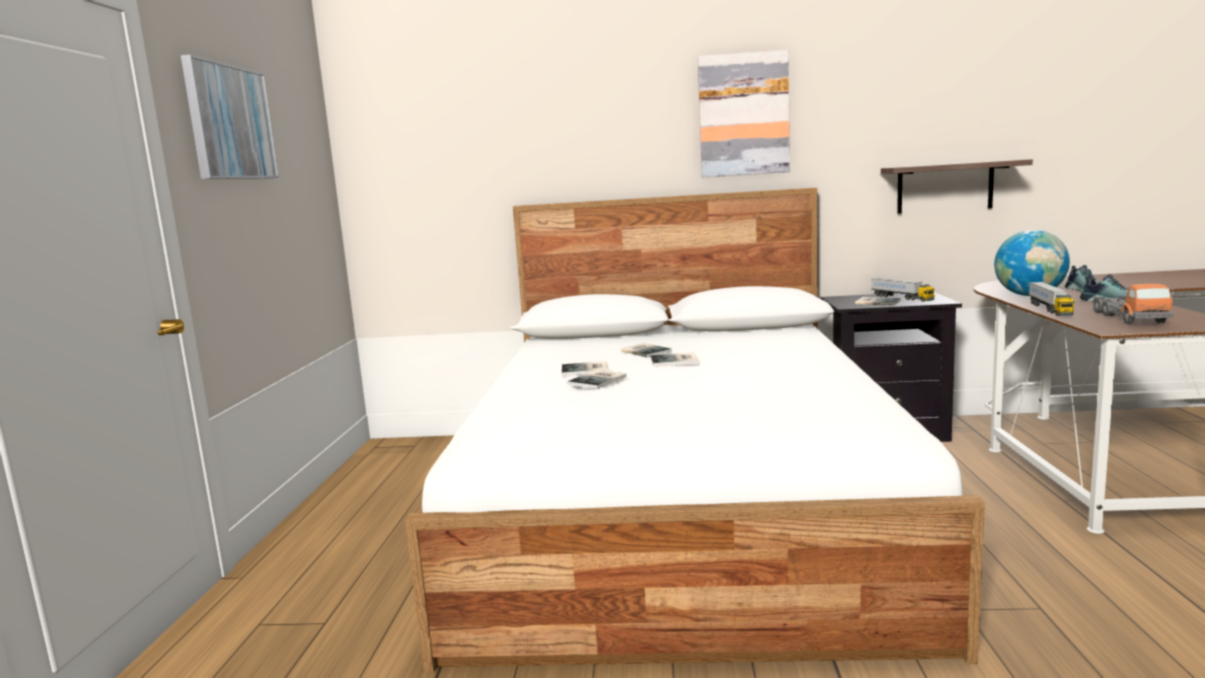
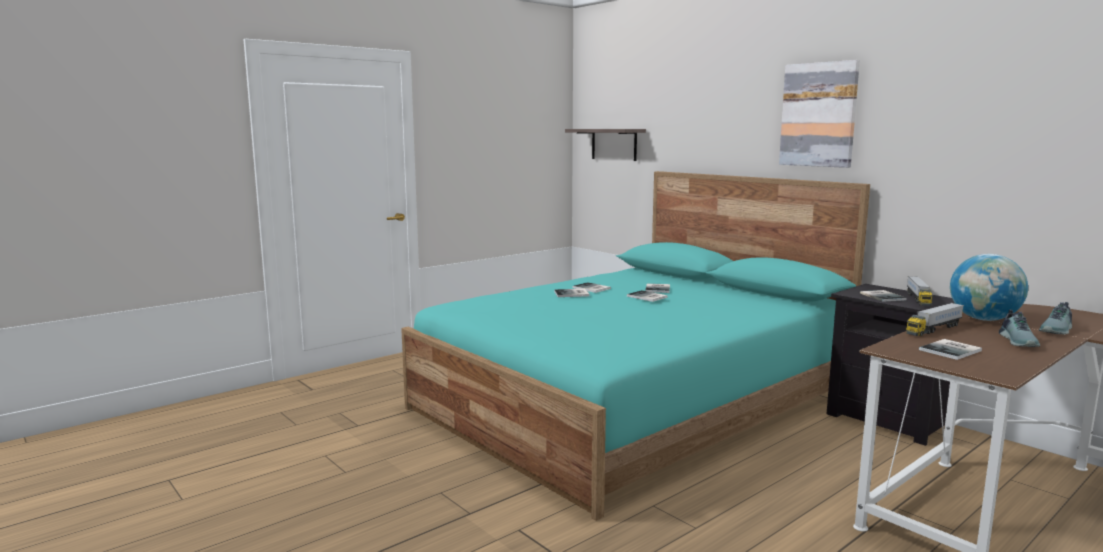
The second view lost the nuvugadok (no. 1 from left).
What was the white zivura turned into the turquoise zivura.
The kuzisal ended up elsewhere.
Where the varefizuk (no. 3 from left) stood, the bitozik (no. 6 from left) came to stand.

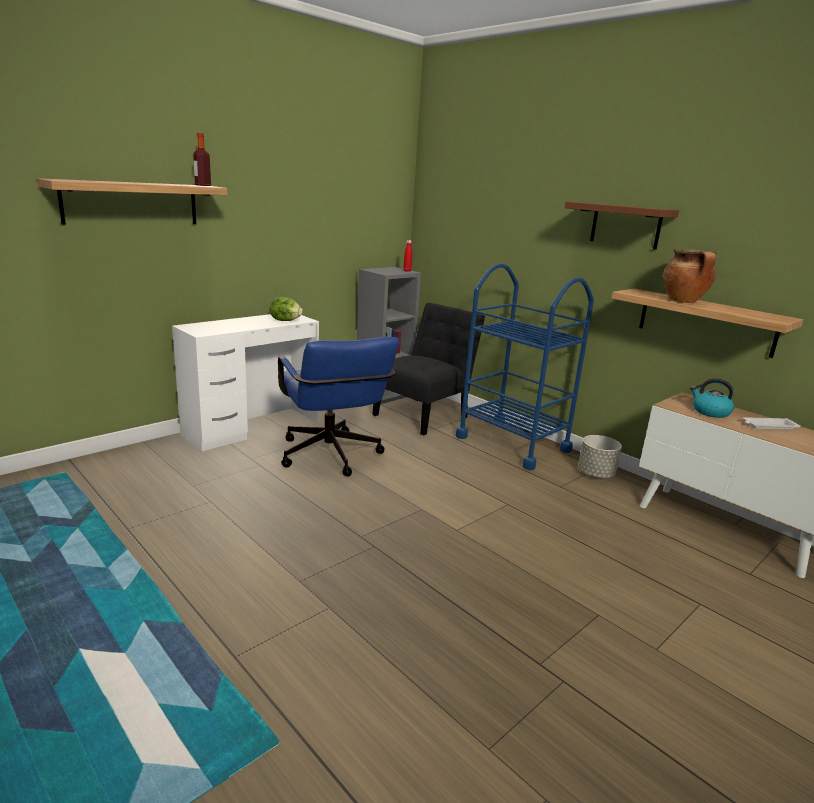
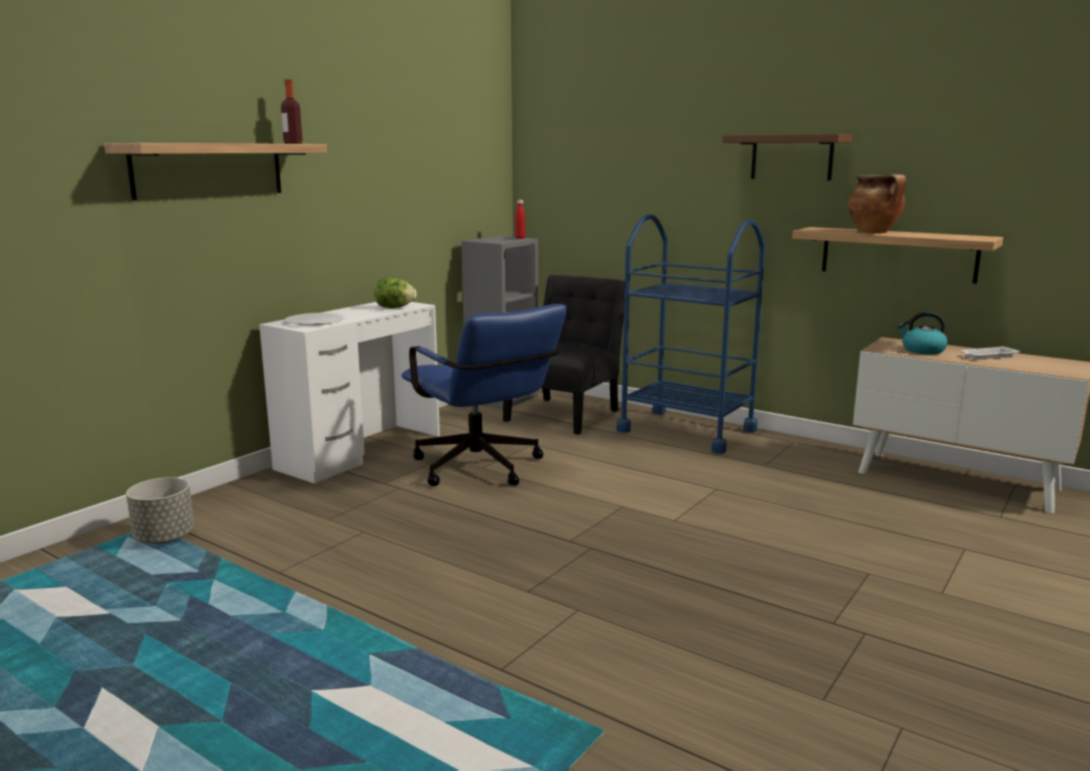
The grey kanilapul ended up elsewhere.
The second view gained the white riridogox.

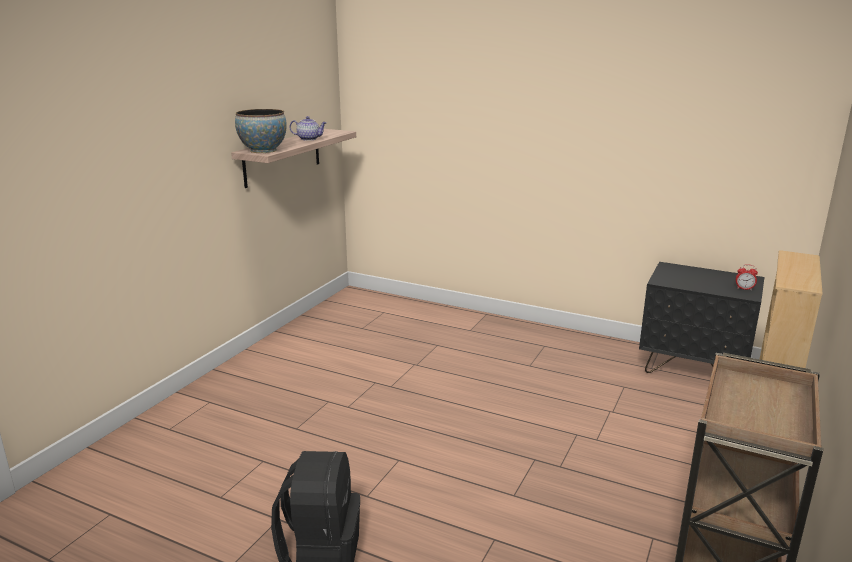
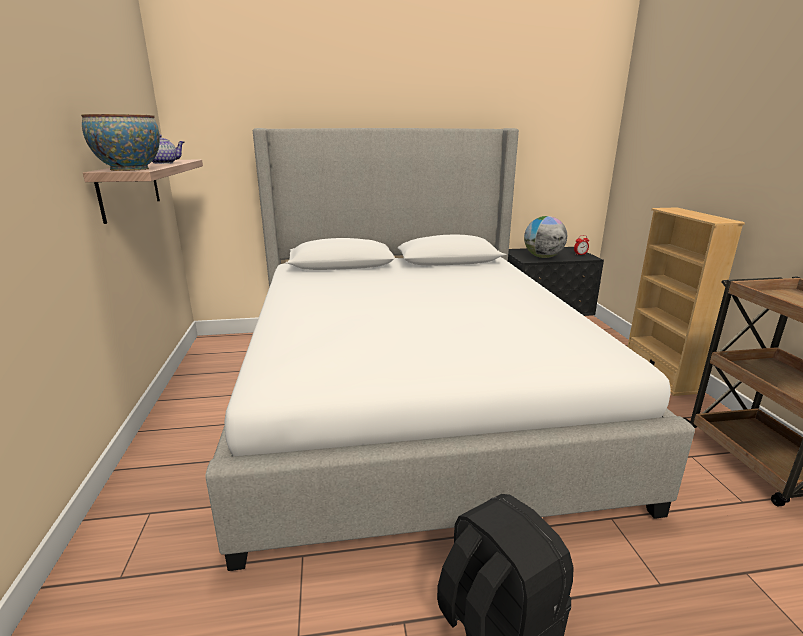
The second view gained the zivura.
The second view gained the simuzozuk.

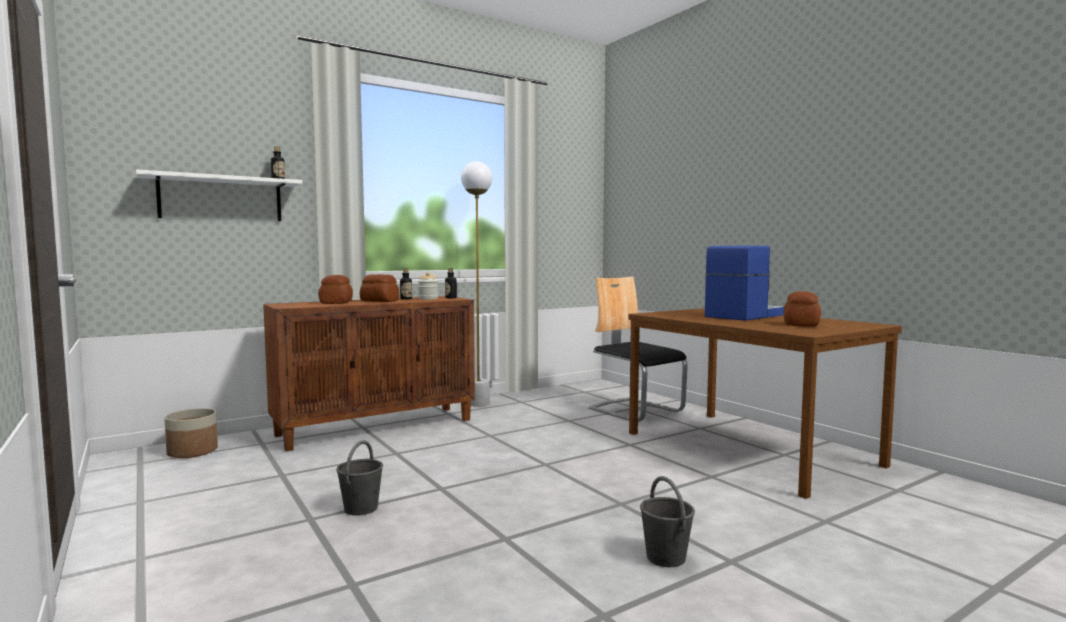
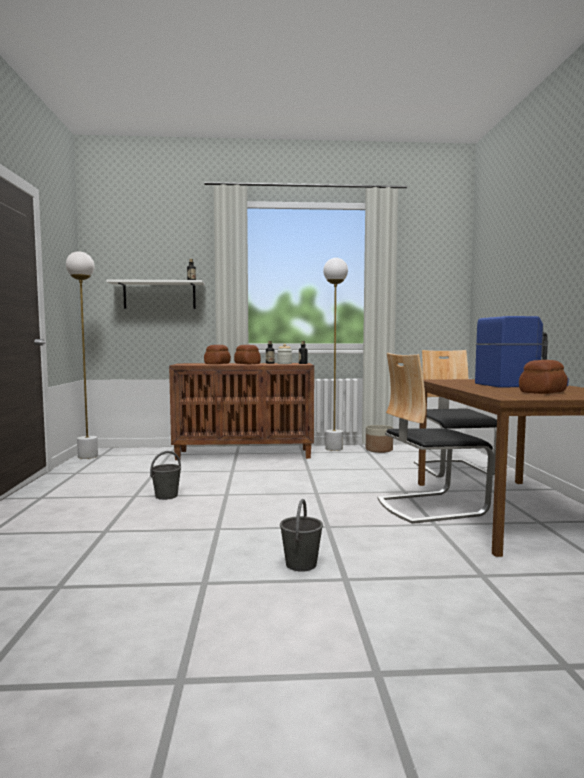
The kanilapul ended up elsewhere.
The second view gained the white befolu (no. 1 from left).
The second view gained the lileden (no. 1 from left).

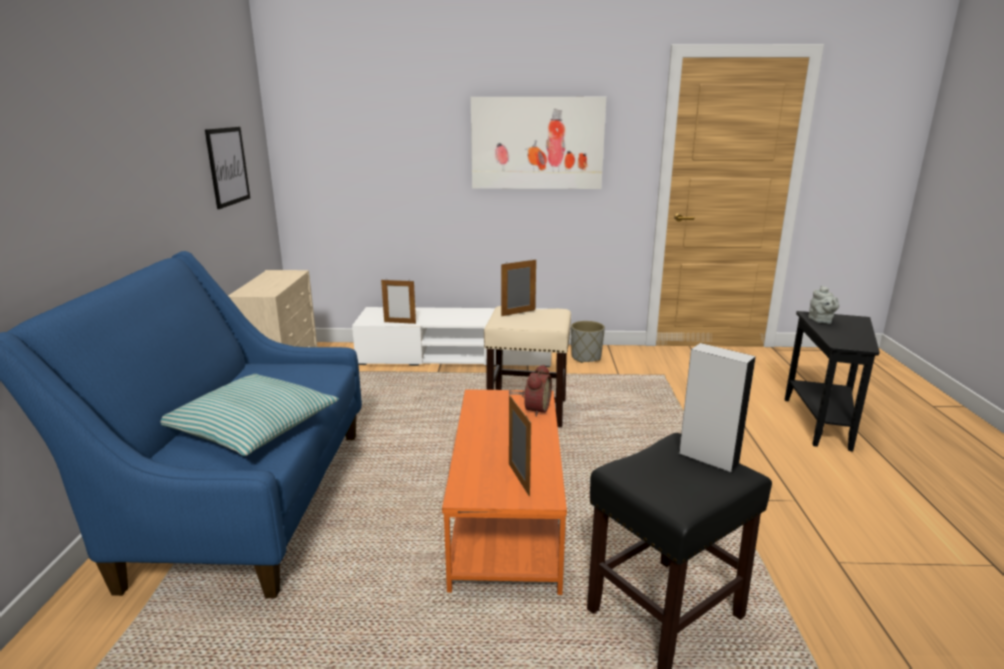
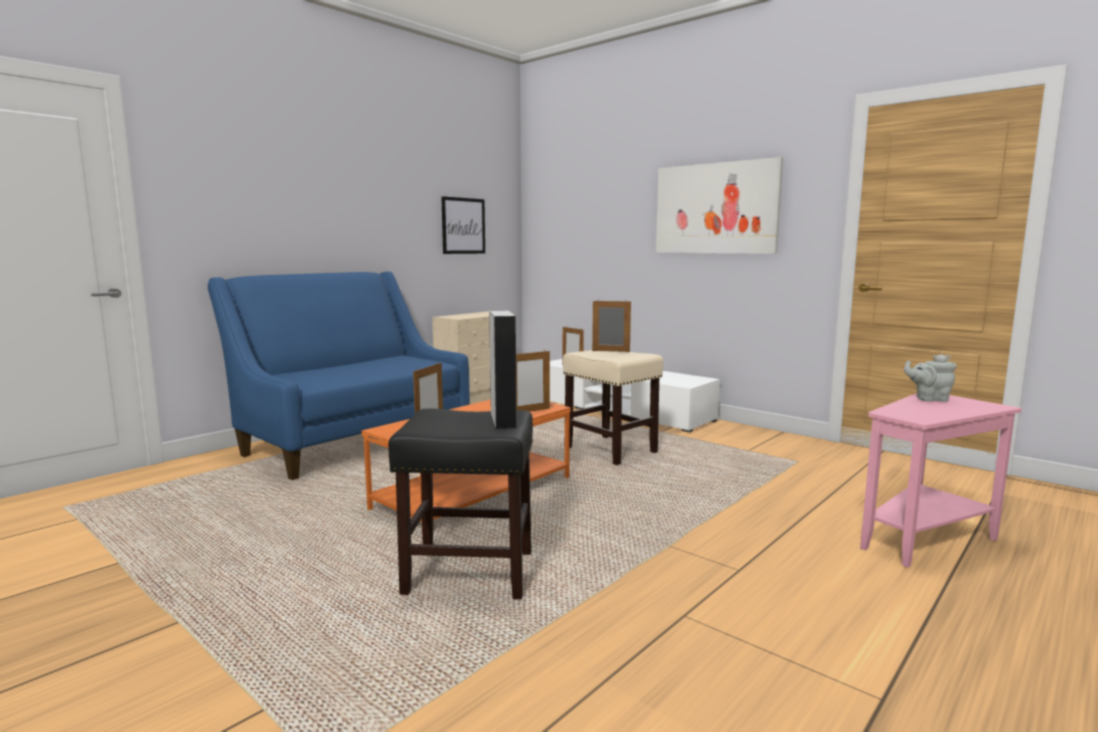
The second view lost the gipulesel.
Where the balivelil stood, the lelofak (no. 2 from left) came to stand.
The second view lost the grey kanilapul.
What was the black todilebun turned into the pink todilebun.
The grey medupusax ended up facing another way, 60 degrees clockwise from before.

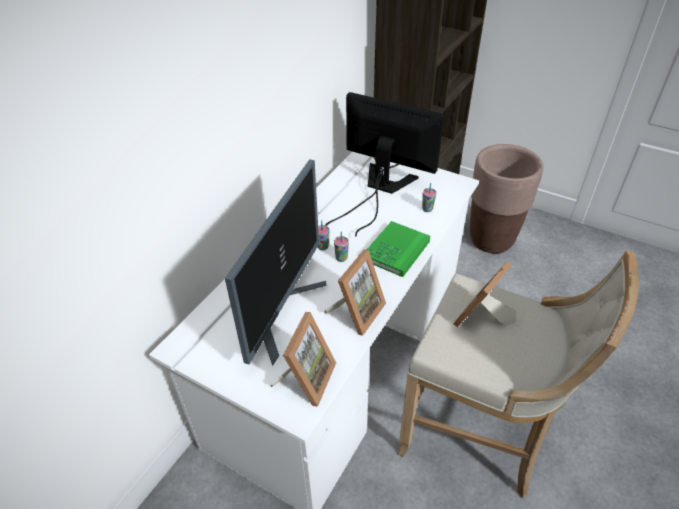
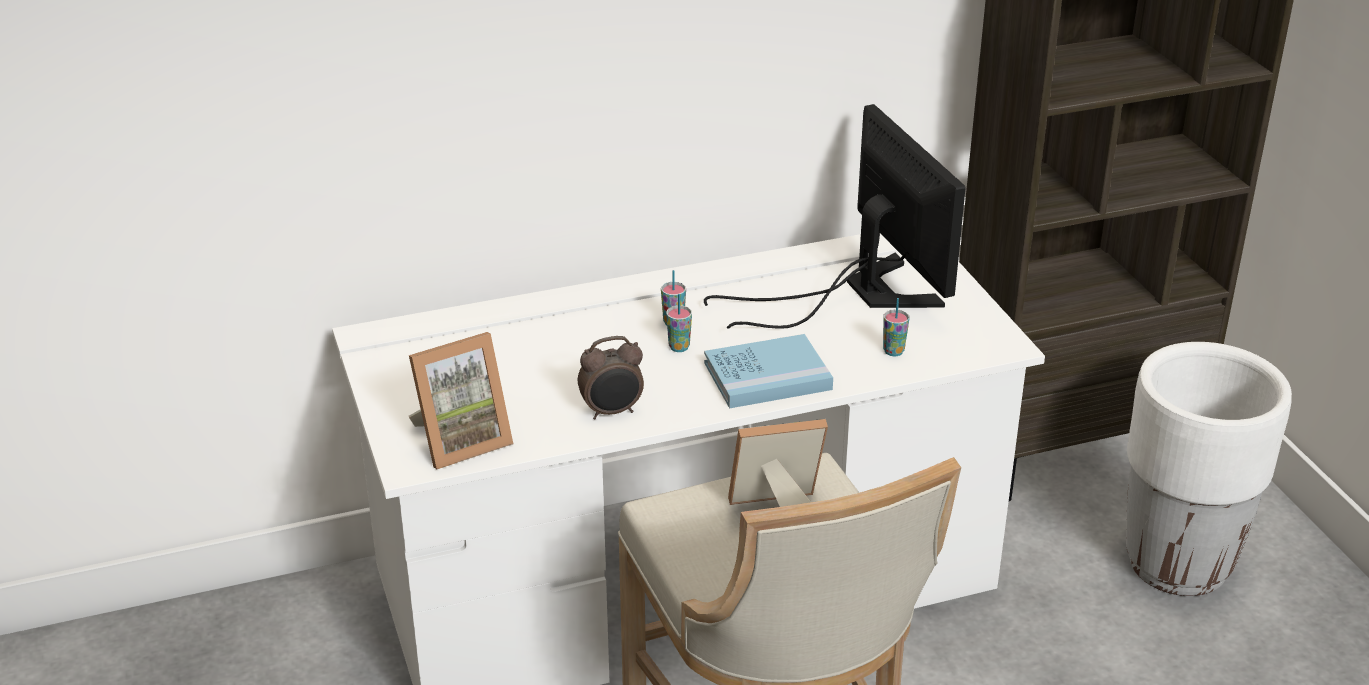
The second view lost the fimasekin (no. 1 from left).
Where the lelofak (no. 2 from left) stood, the balivelil came to stand.
What was the green bitozik turned into the blue bitozik.
What was the brown kanilapul turned into the white kanilapul.

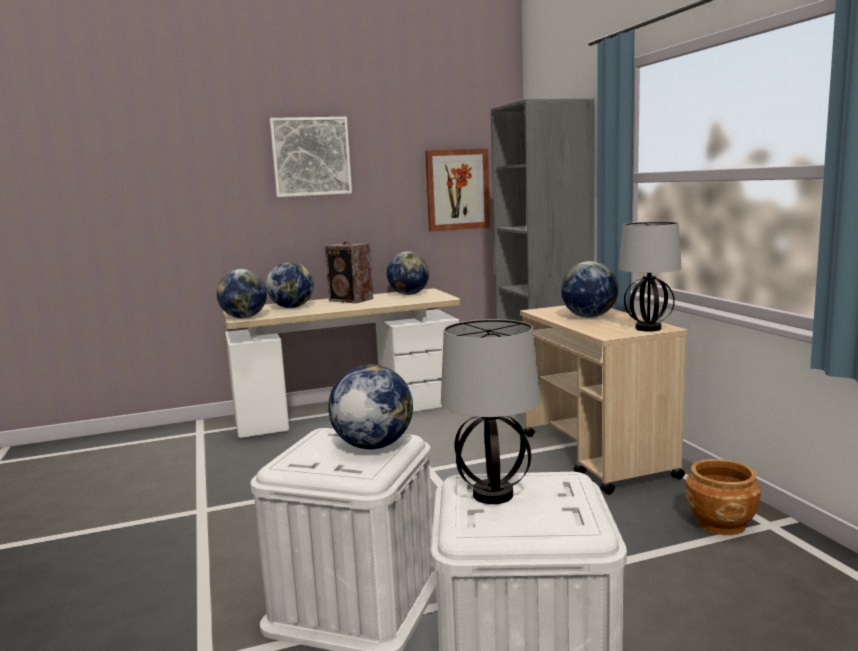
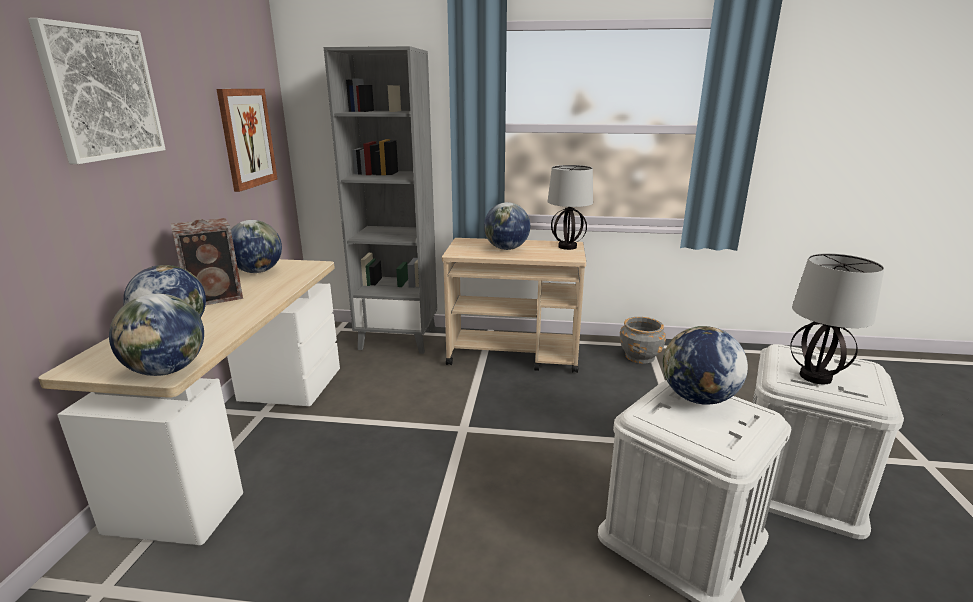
What was the brown kanilapul turned into the grey kanilapul.

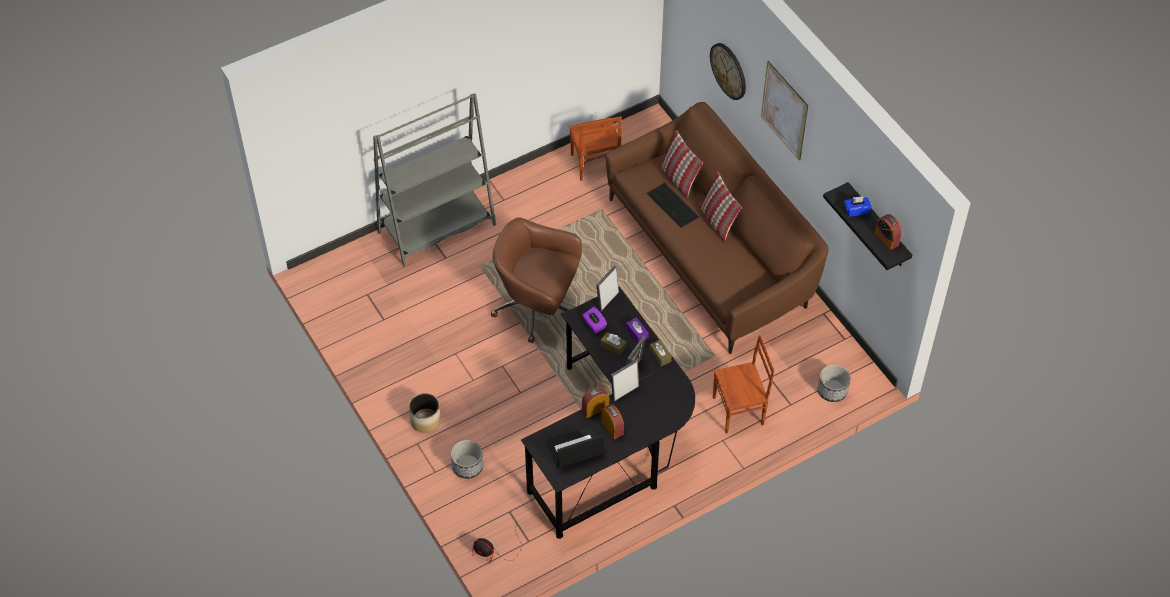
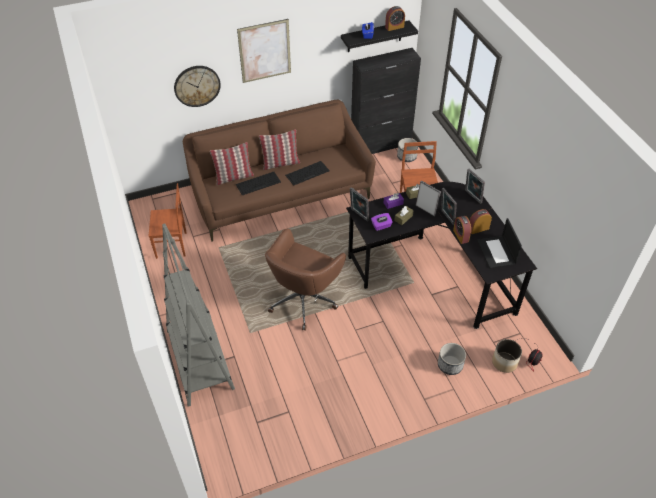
The kanilapul (no. 1 from left in the first image) ended up elsewhere.
The second view gained the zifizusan (no. 2 from left).
The second view gained the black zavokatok.
The second view gained the lelofak (no. 4 from left).

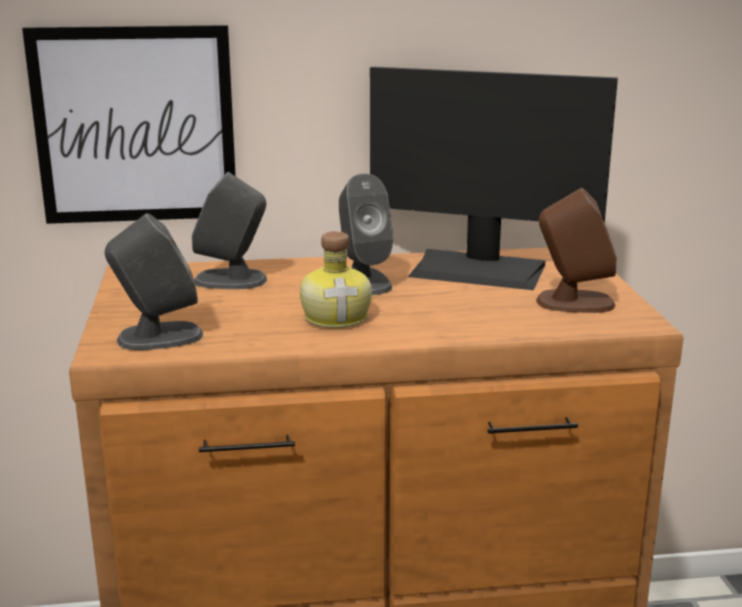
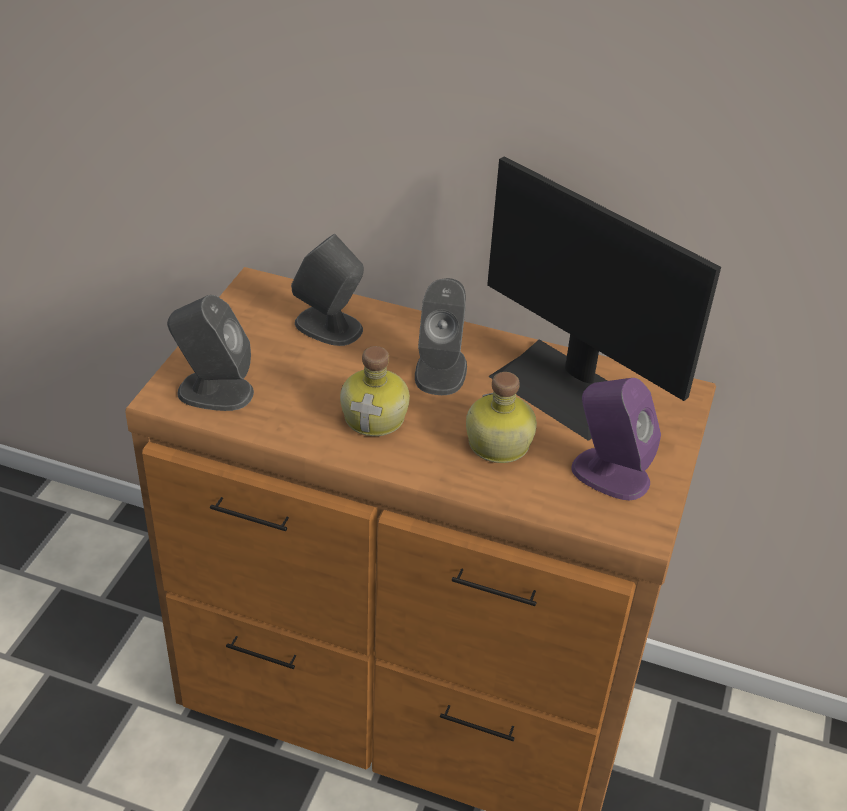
The second view lost the nuvugadok.
What was the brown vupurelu turned into the purple vupurelu.
The second view gained the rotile (no. 2 from left).

